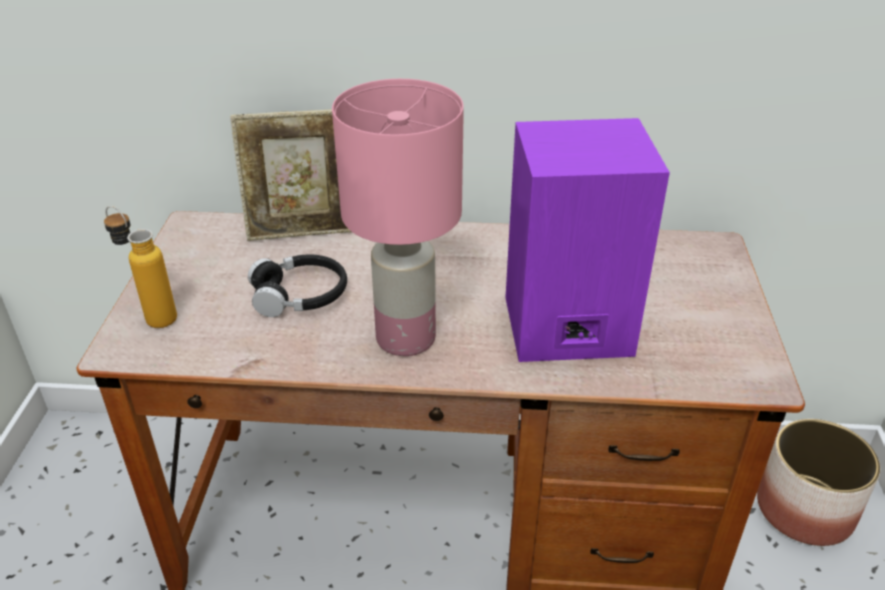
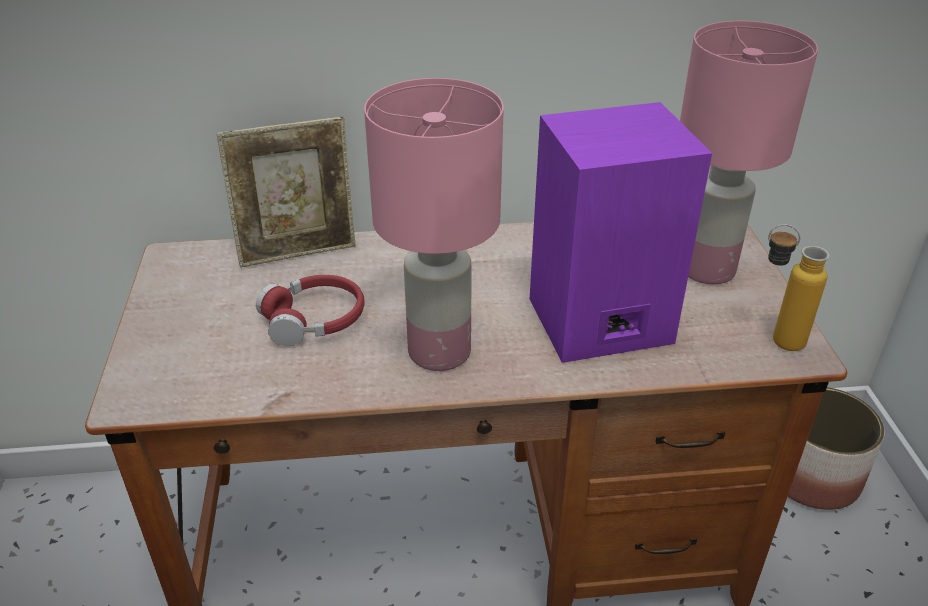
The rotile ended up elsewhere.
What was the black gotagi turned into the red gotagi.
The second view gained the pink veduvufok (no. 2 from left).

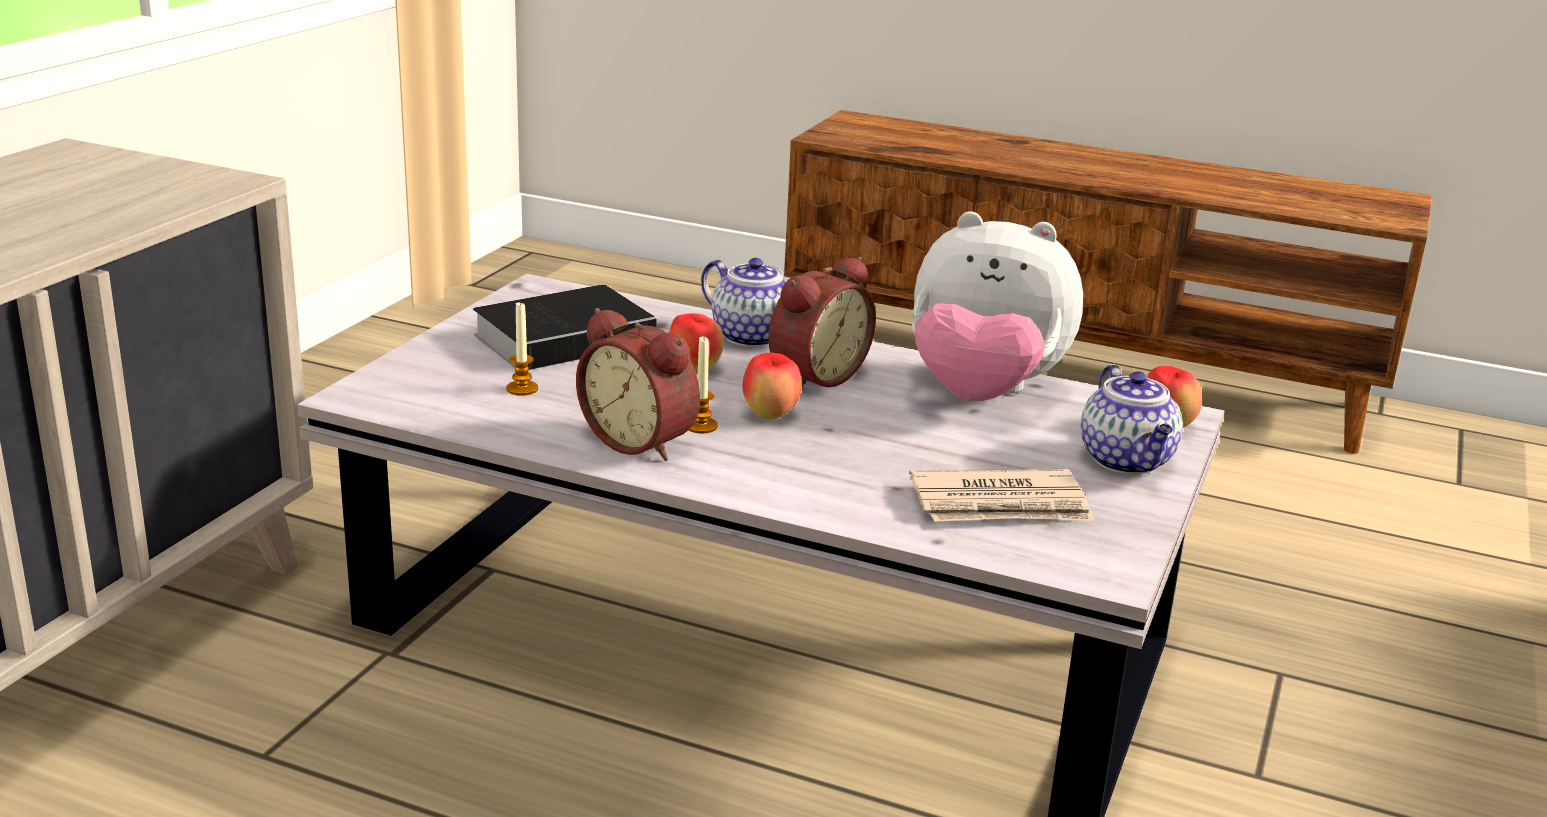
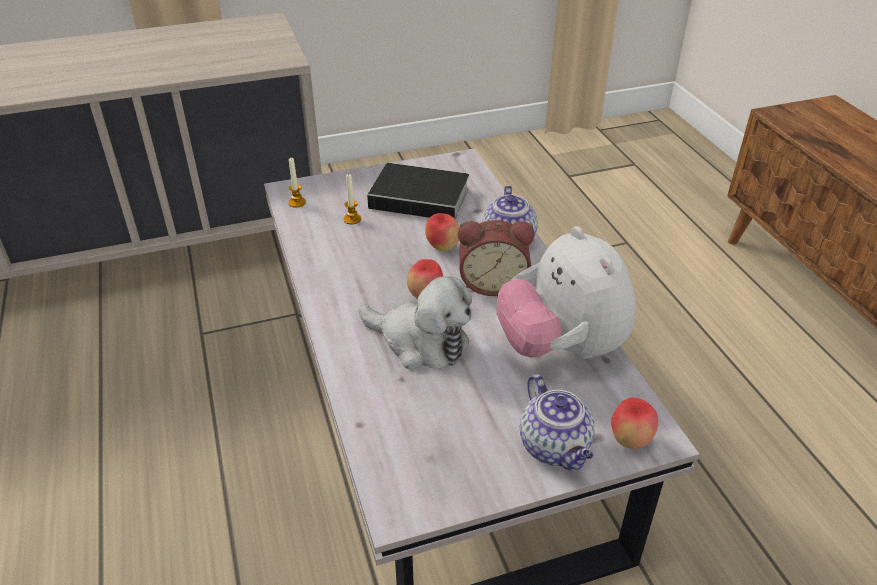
The second view lost the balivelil (no. 1 from left).
The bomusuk (no. 2 from left in the first image) ended up elsewhere.
The second view lost the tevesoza.
The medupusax (no. 2 from left) ended up facing another way, 60 degrees counterclockwise from before.
The second view gained the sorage (no. 1 from left).

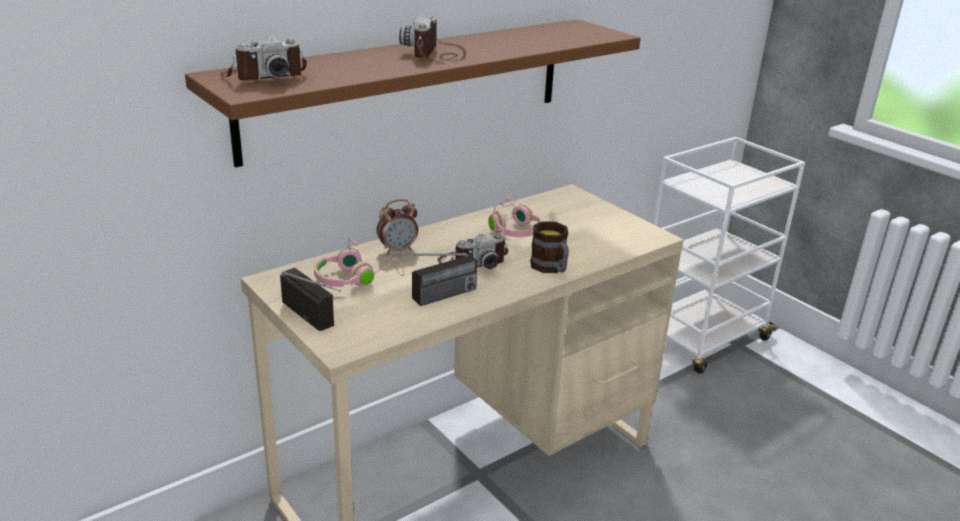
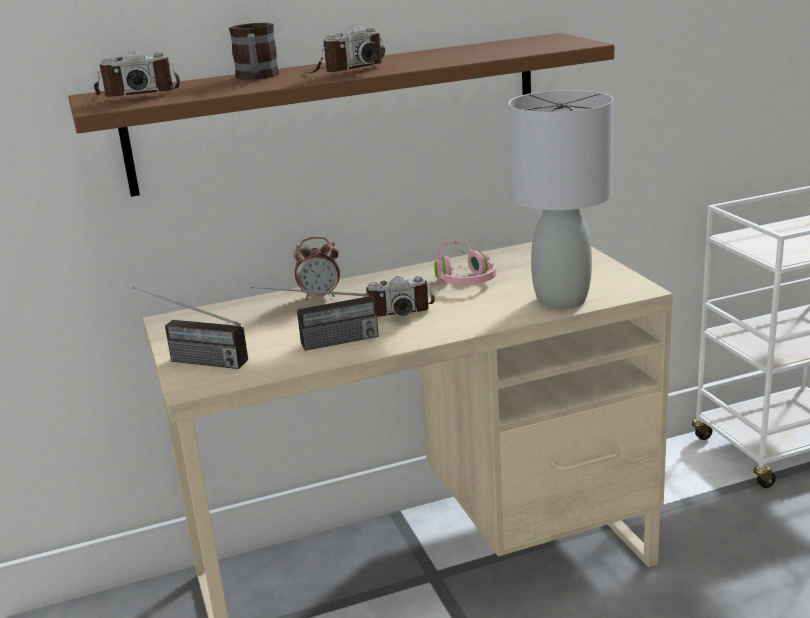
The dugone (no. 1 from left) ended up facing another way, 135 degrees clockwise from before.
The second view lost the pink gotagi (no. 1 from left).
The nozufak (no. 2 from left) ended up facing another way, 150 degrees counterclockwise from before.
The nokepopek ended up elsewhere.
The second view gained the grey veduvufok.

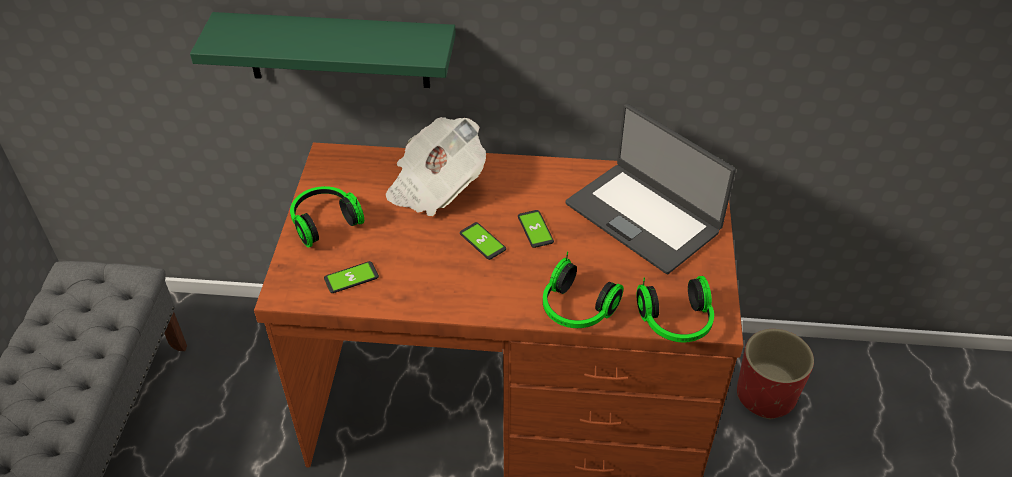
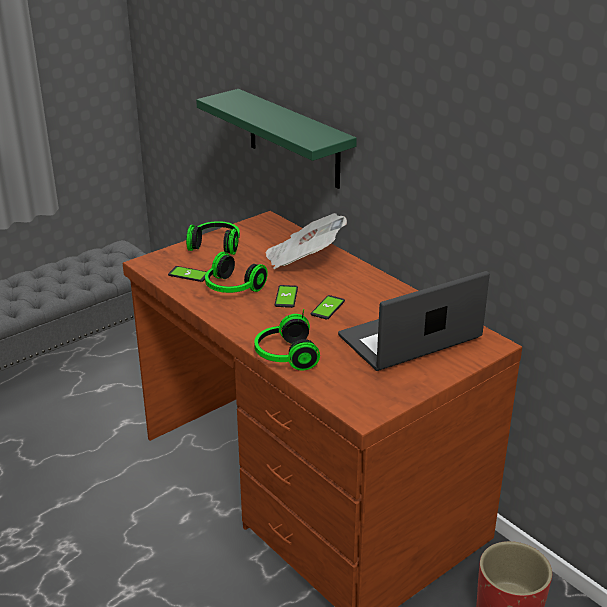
The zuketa ended up facing another way, 60 degrees clockwise from before.
The gotagi (no. 3 from left in the first image) ended up elsewhere.

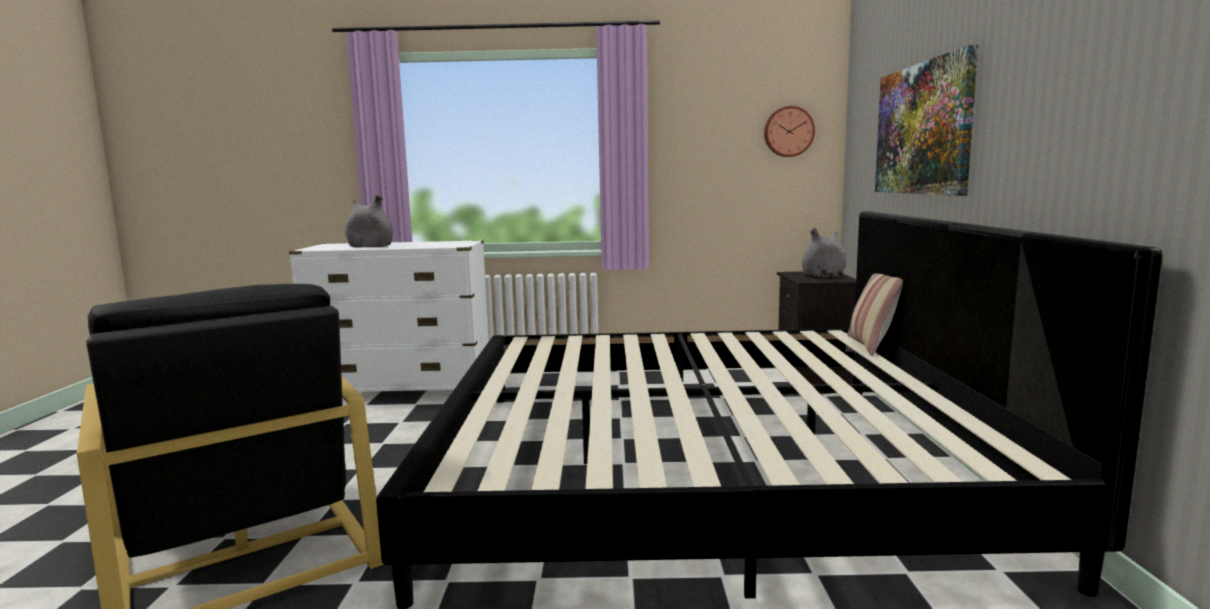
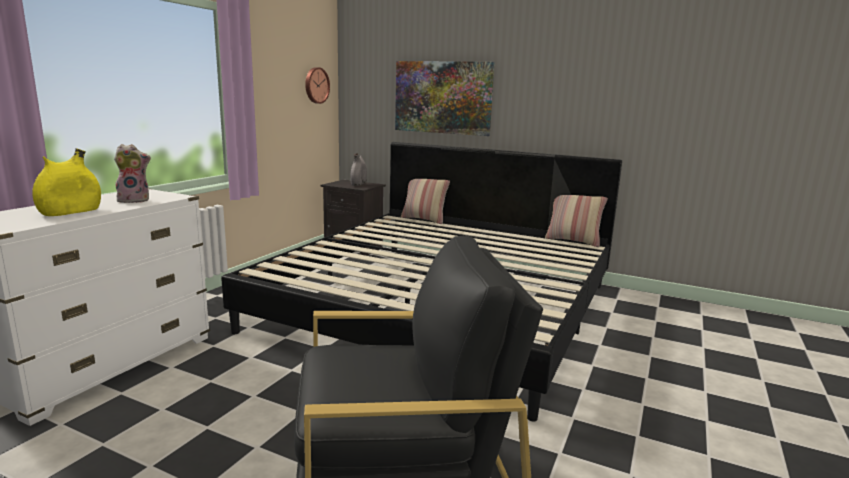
What was the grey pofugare (no. 1 from left) turned into the yellow pofugare.
The second view gained the sorage.
The second view gained the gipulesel (no. 2 from left).

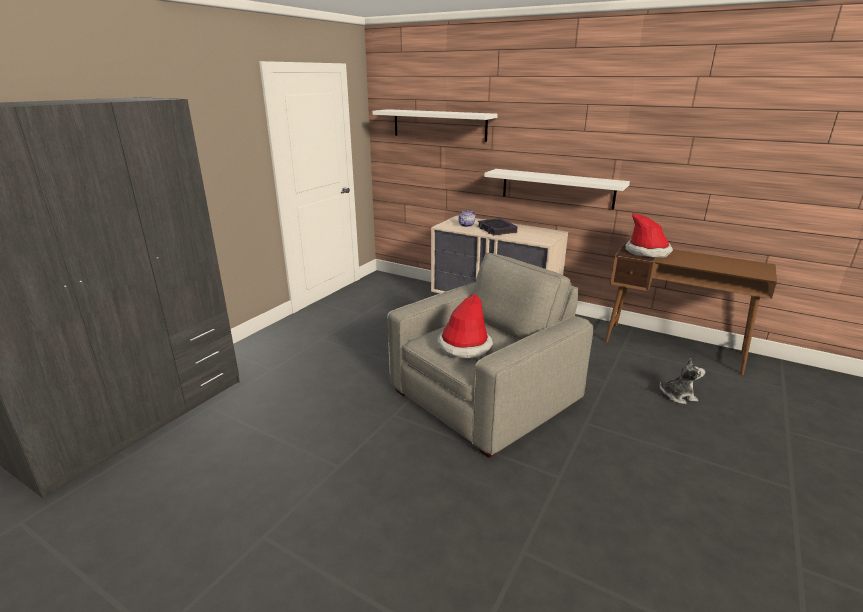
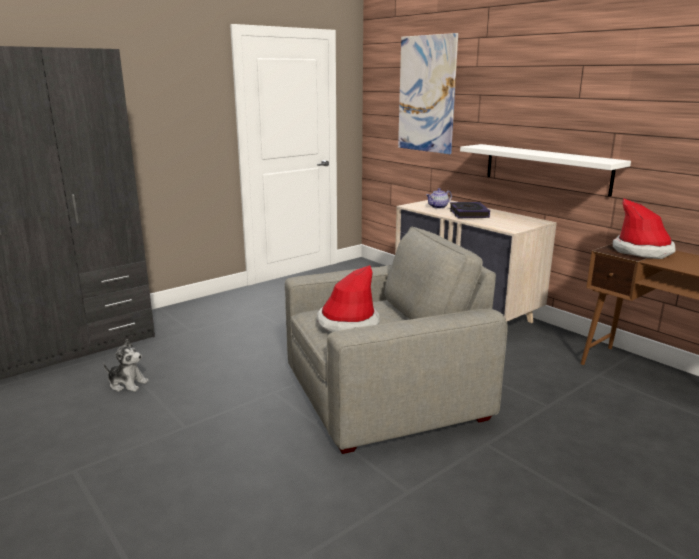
Where the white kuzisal (no. 1 from left) hung, the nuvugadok came to hang.
The sorage ended up elsewhere.

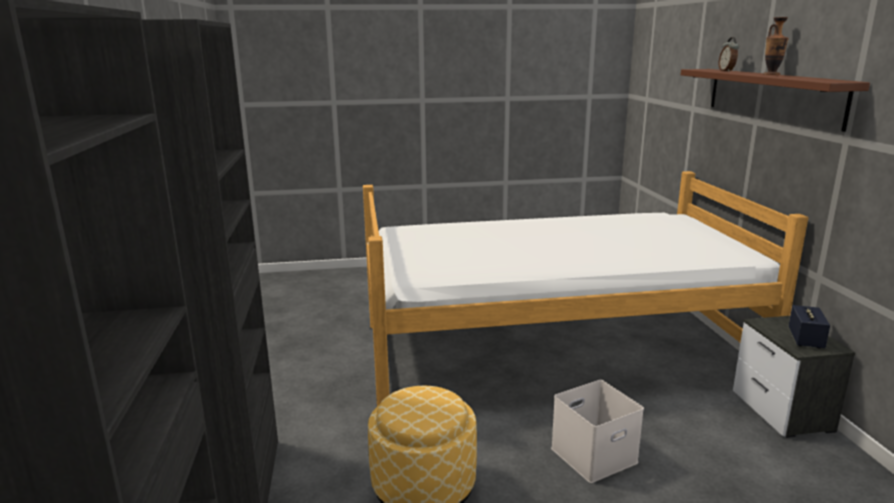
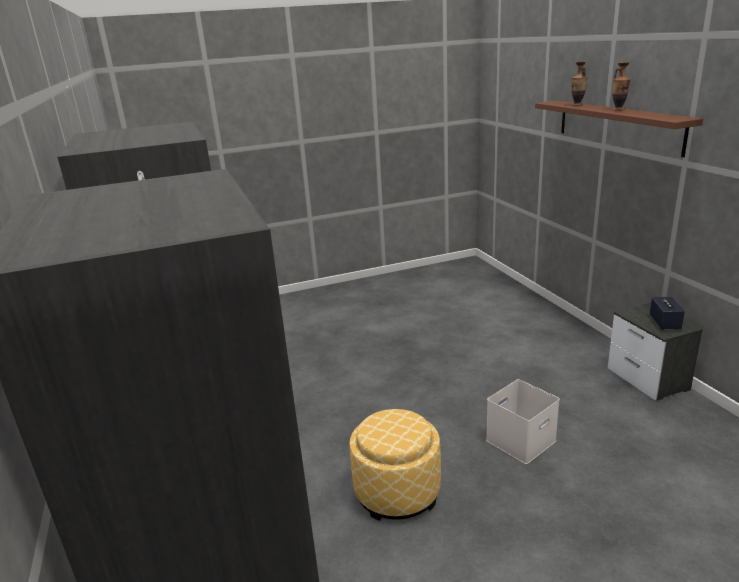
The second view lost the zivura.
Where the balivelil stood, the pofugare (no. 1 from left) came to stand.

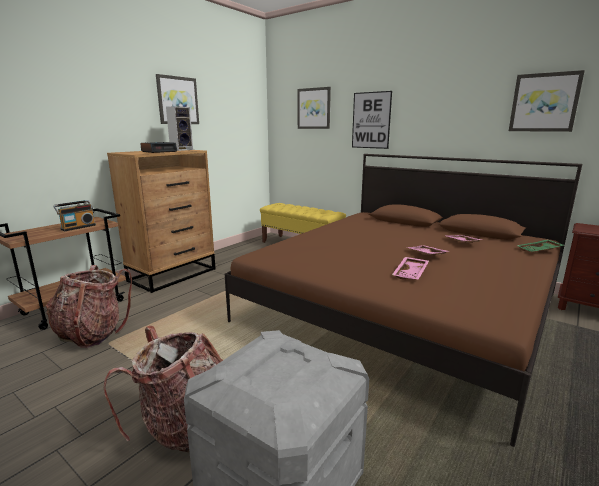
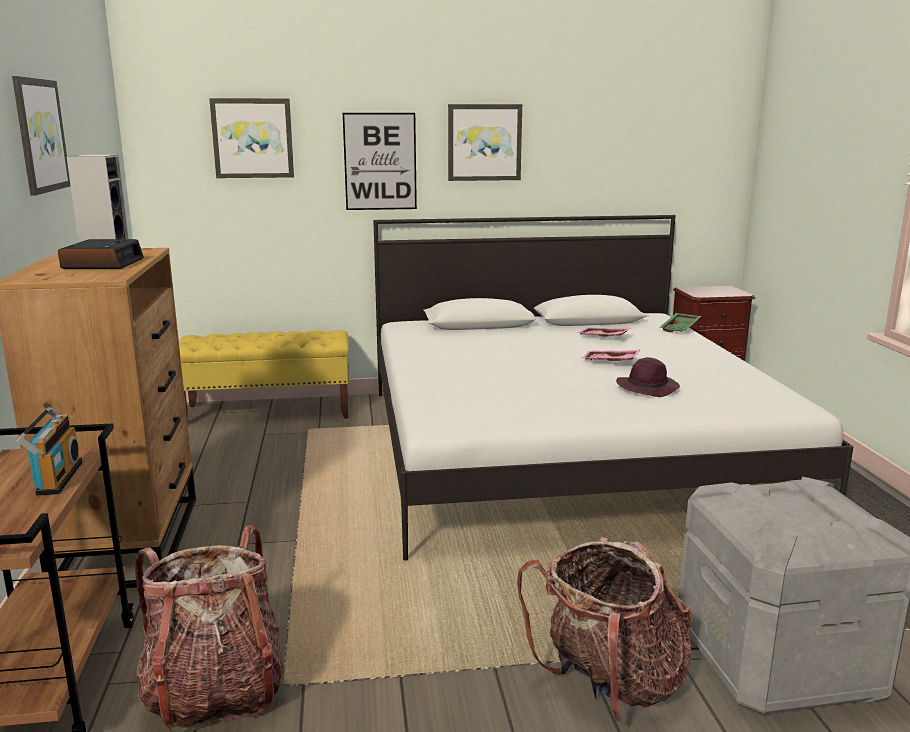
What was the brown zivura turned into the white zivura.
Where the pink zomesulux (no. 1 from left) stood, the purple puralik came to stand.
The nuvugadok (no. 4 from left) ended up elsewhere.

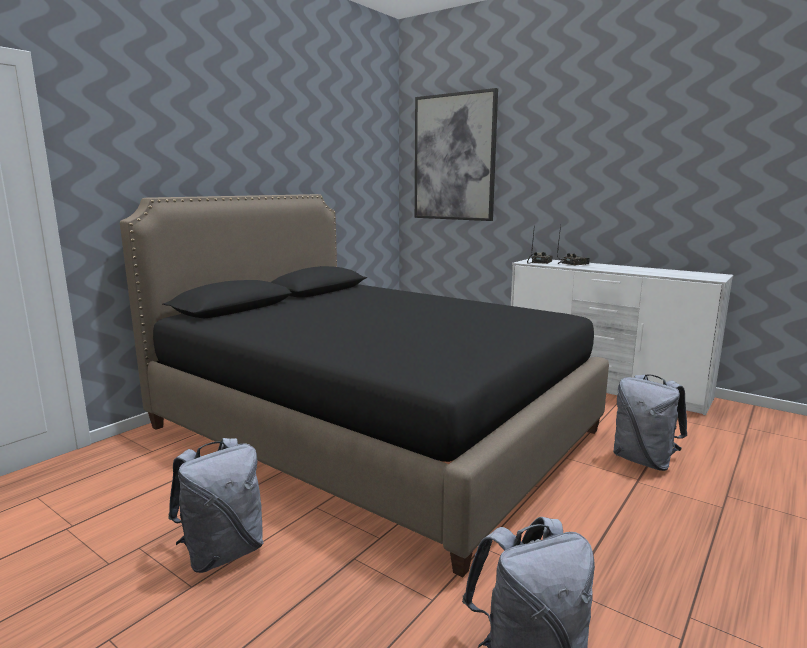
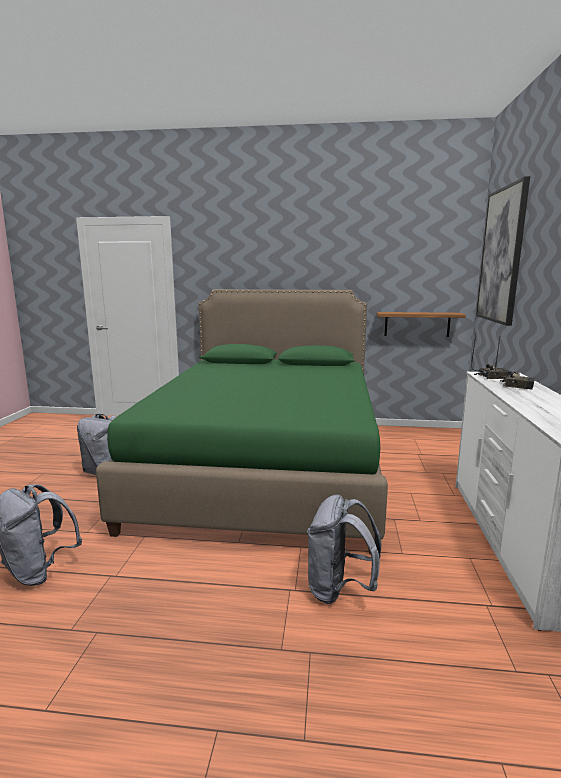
What was the black zivura turned into the green zivura.
The second view gained the kuzisal.

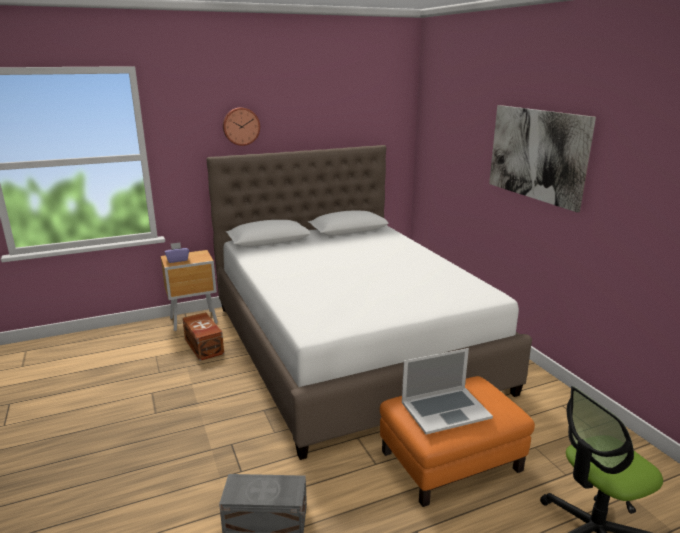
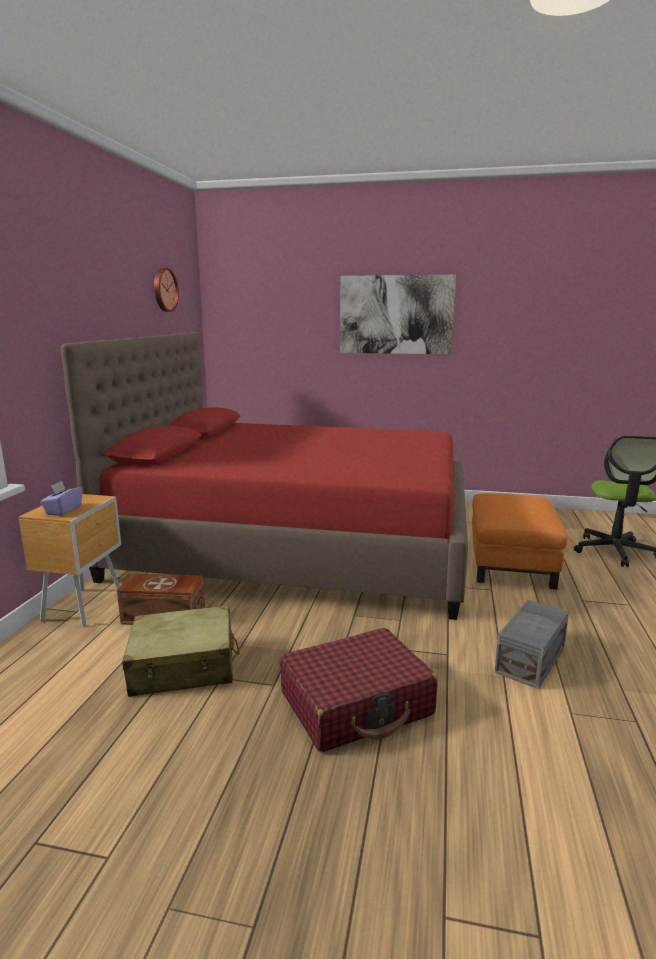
What was the white zivura turned into the red zivura.
The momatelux ended up elsewhere.
The second view lost the zuketa.
The second view gained the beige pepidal.
The second view gained the red pepidal.

